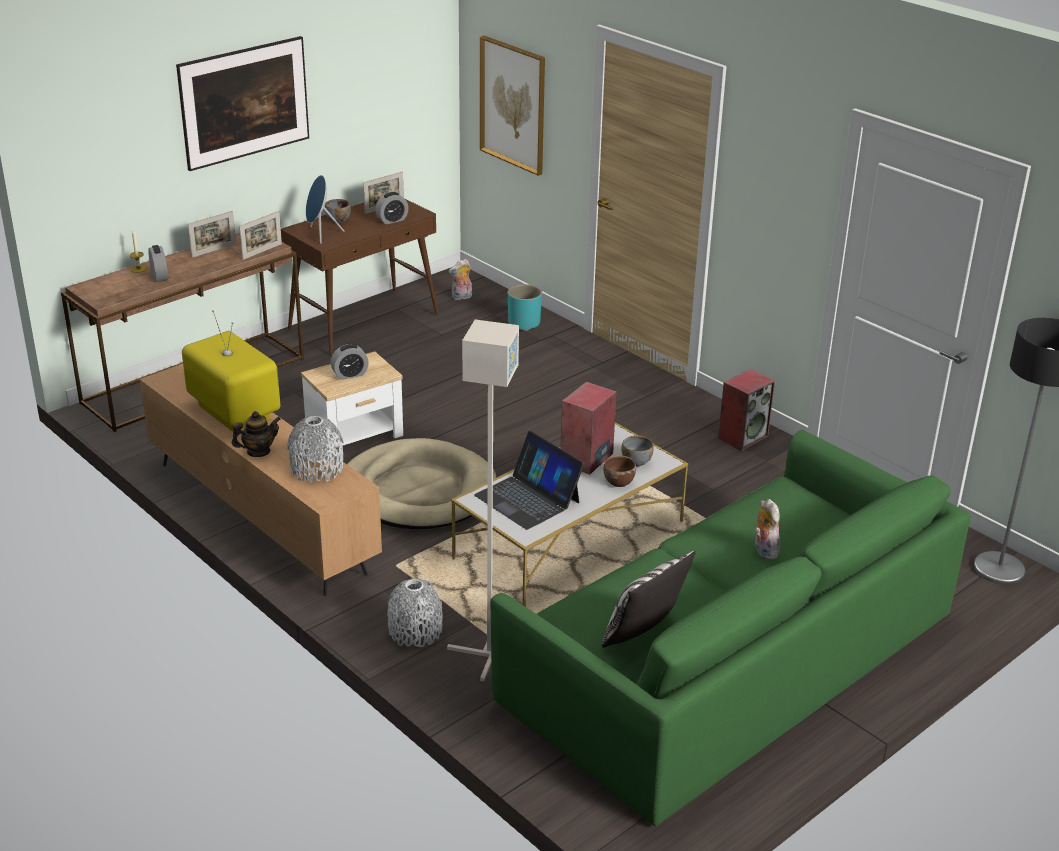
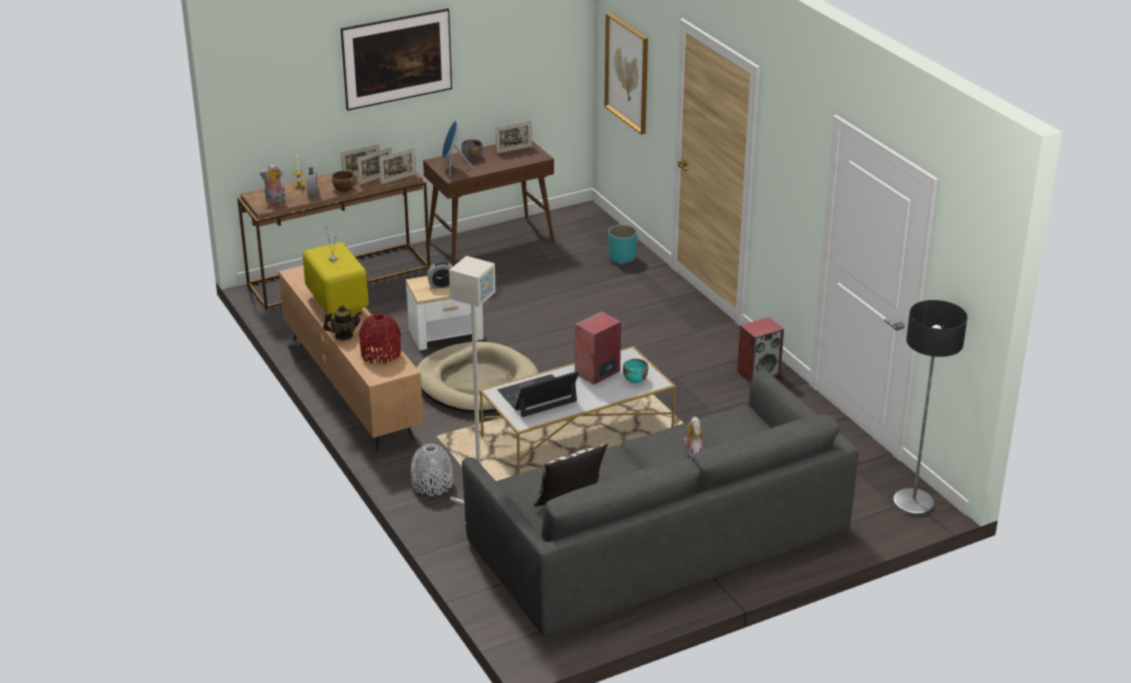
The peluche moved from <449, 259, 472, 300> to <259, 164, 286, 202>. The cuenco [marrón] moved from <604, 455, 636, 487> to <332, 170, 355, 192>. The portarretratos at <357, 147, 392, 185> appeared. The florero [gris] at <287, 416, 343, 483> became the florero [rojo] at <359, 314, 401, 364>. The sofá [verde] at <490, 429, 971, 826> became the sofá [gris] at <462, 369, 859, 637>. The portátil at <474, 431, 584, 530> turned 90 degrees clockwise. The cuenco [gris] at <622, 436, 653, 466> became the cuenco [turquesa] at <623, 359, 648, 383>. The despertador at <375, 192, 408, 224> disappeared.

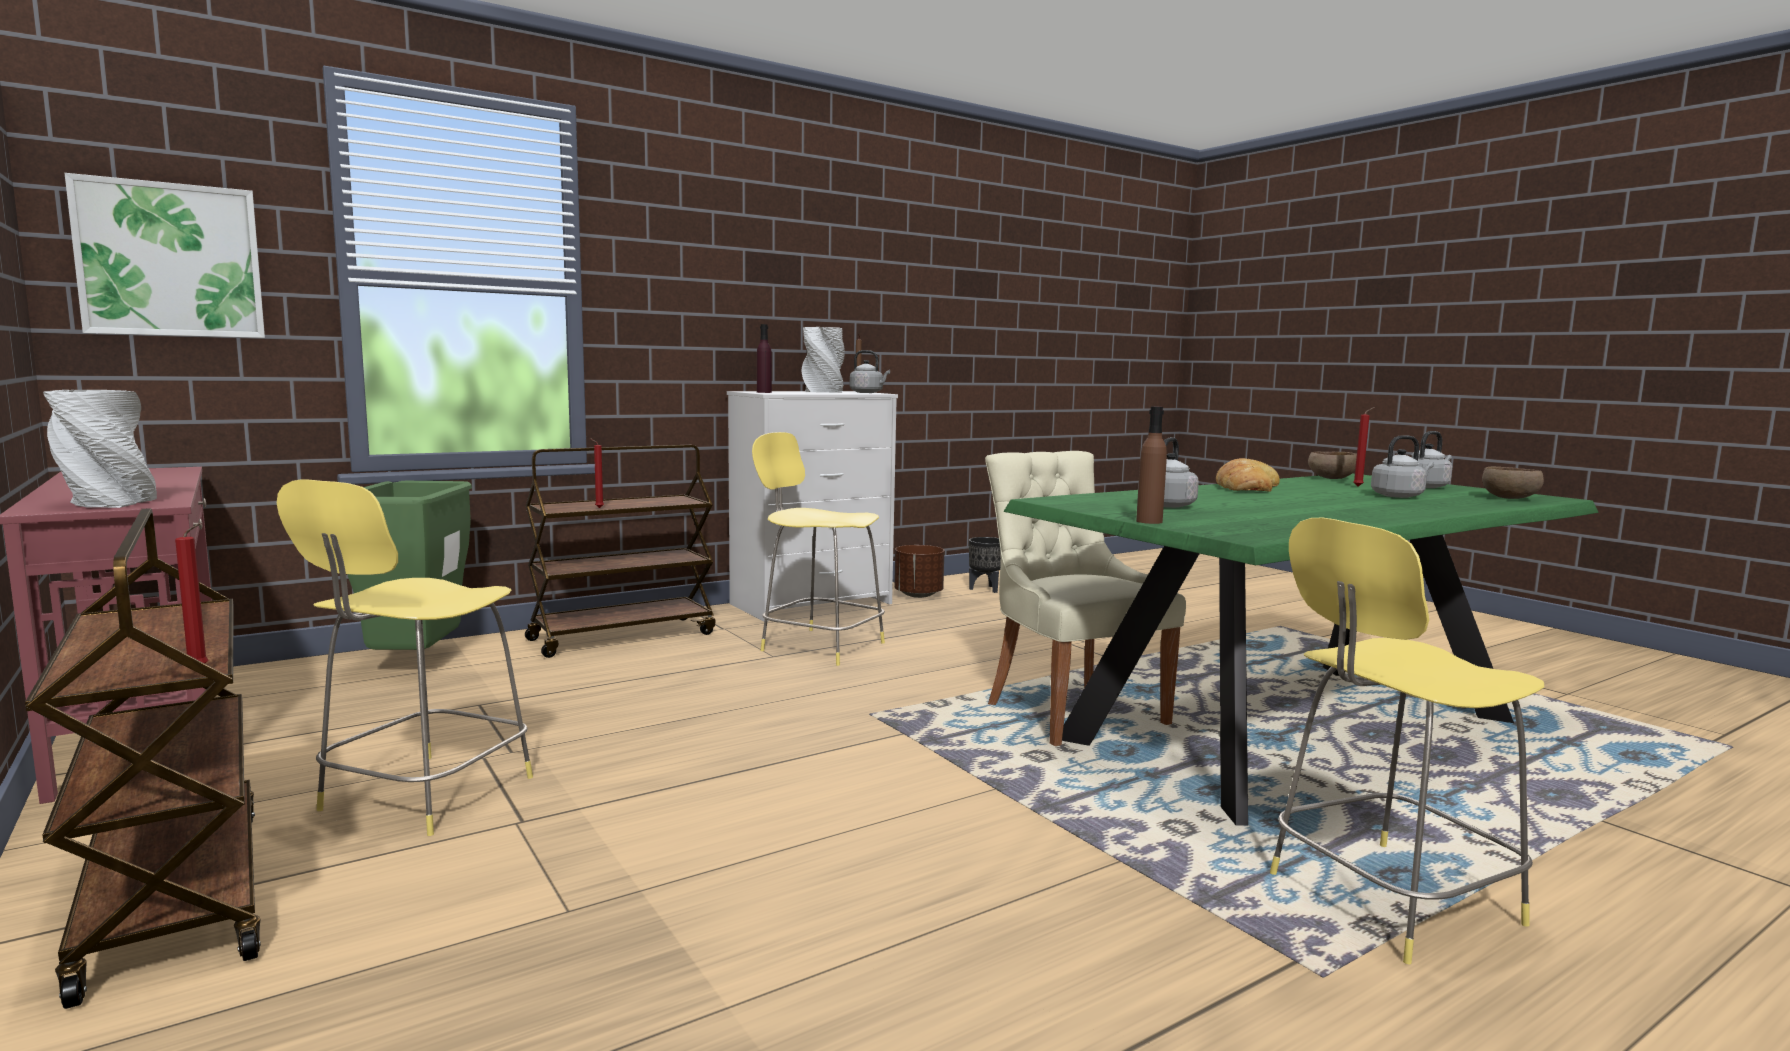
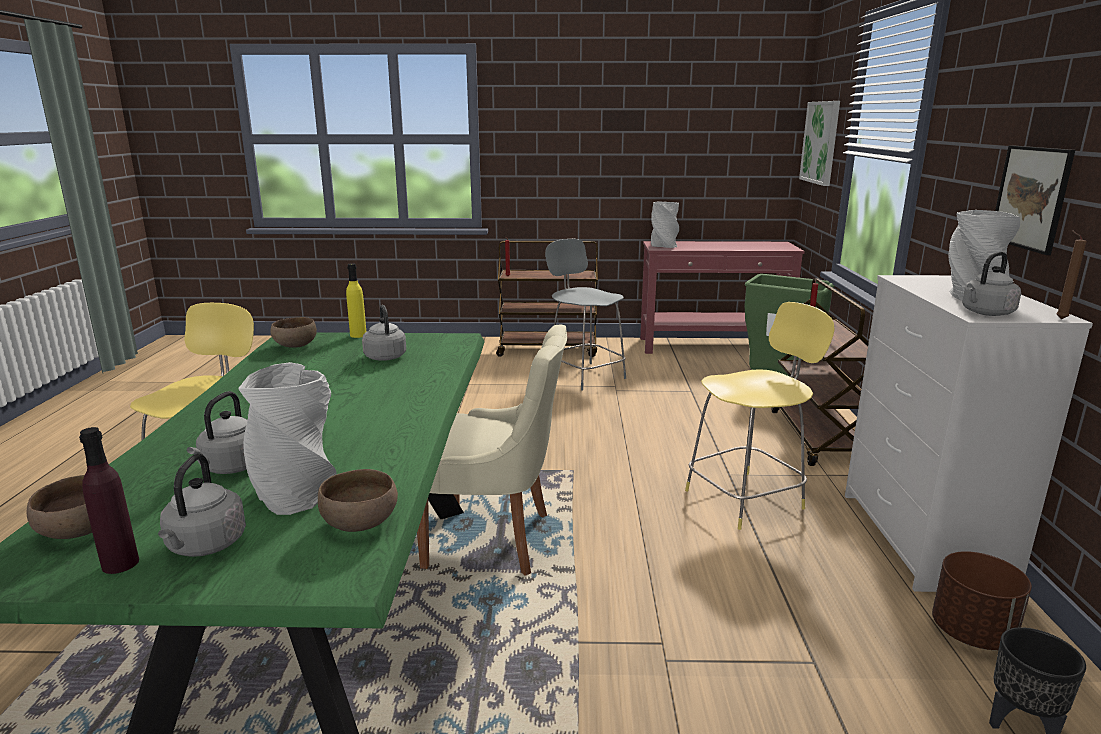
The botella [morado] moved from <757, 324, 772, 393> to <79, 427, 139, 574>. The vela [rojo] at <1353, 407, 1375, 486> was replaced by the florero [gris] at <238, 362, 336, 515>. The cuenco [marrón] at <270, 317, 317, 348> appeared. The botella [marrón] at <1136, 406, 1167, 524> became the botella [amarillo] at <346, 263, 366, 338>. The taburete [amarillo] at <277, 479, 533, 836> became the taburete [gris] at <545, 239, 626, 391>. The cuadro at <995, 145, 1075, 255> appeared. The pan at <1216, 458, 1280, 492> disappeared.

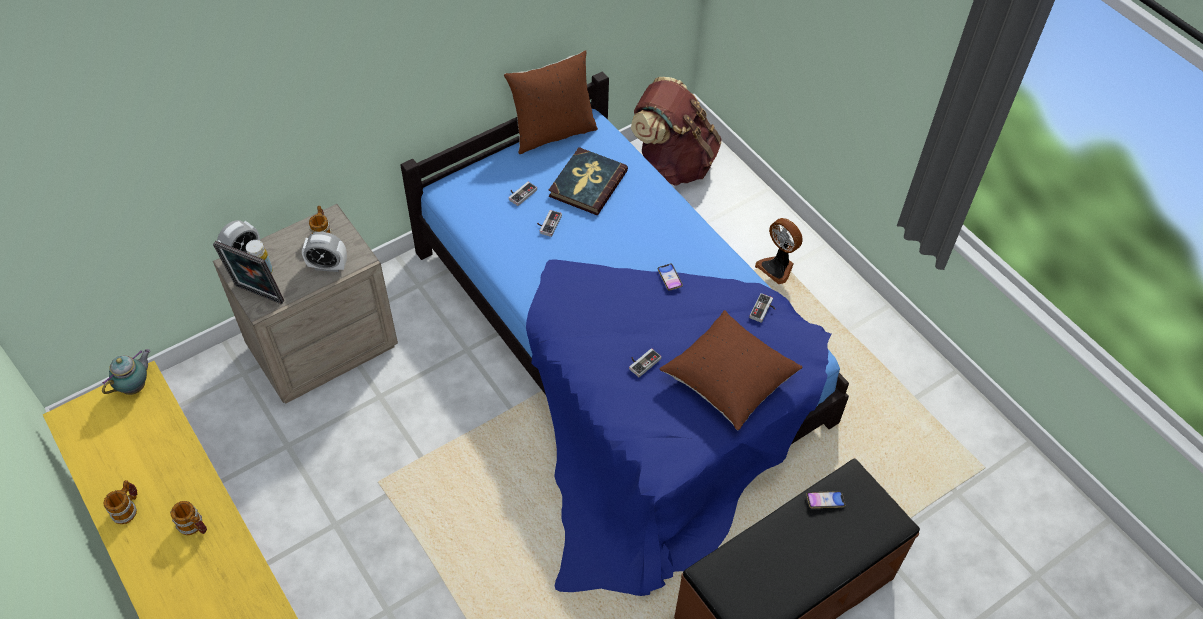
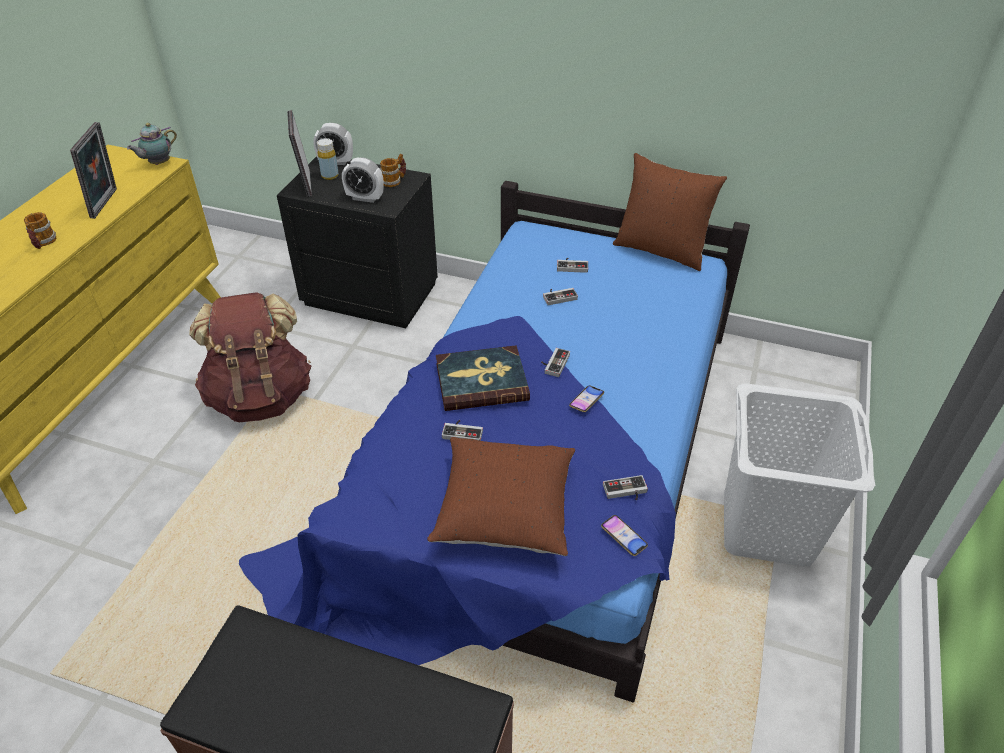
The portarretratos at <70, 122, 117, 219> appeared. The tetera at <102, 349, 150, 395> turned 135 degrees clockwise. The mochila [marrón] moved from <631, 77, 722, 186> to <189, 292, 311, 422>. The mesita de noche [beis] at <213, 204, 398, 404> became the mesita de noche [negro] at <277, 156, 438, 328>. The despertador at <302, 232, 347, 272> turned 45 degrees counterclockwise. The libro moved from <549, 147, 628, 215> to <436, 345, 530, 411>. The mando de consola at <541, 348, 570, 377> appeared. The móvil moved from <806, 491, 845, 508> to <601, 515, 648, 556>. The ventilador at <755, 218, 803, 284> was replaced by the cesto de la ropa [blanco] at <724, 383, 875, 567>. The taza grande at <104, 480, 137, 524> disappeared.

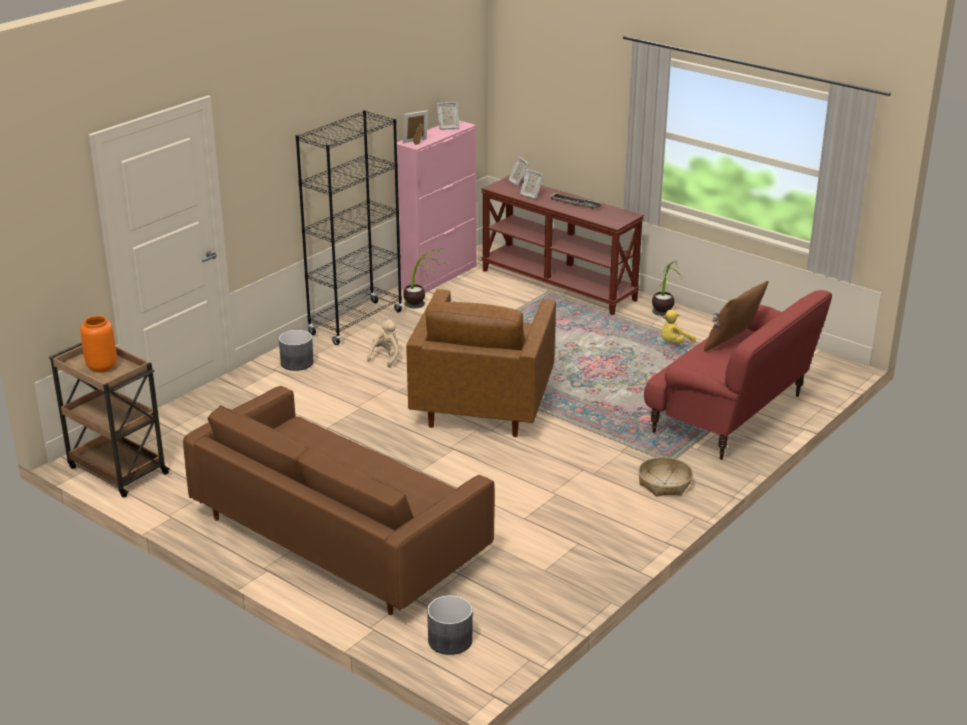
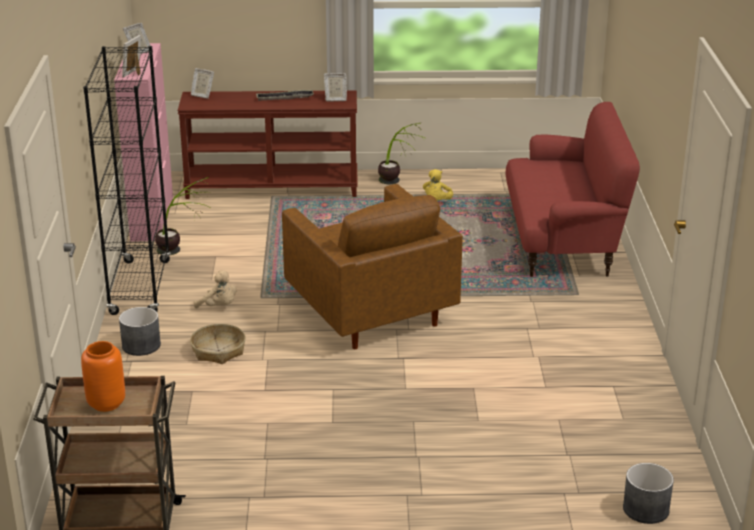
The cesta moved from <638, 457, 693, 497> to <190, 324, 246, 364>. The peluche [beis] at <367, 320, 399, 368> turned 135 degrees clockwise. The portarretratos moved from <520, 169, 544, 199> to <324, 73, 347, 102>. The sofá [marrón] at <183, 386, 495, 615> disappeared. The cojín [marrón] at <704, 281, 768, 351> disappeared.

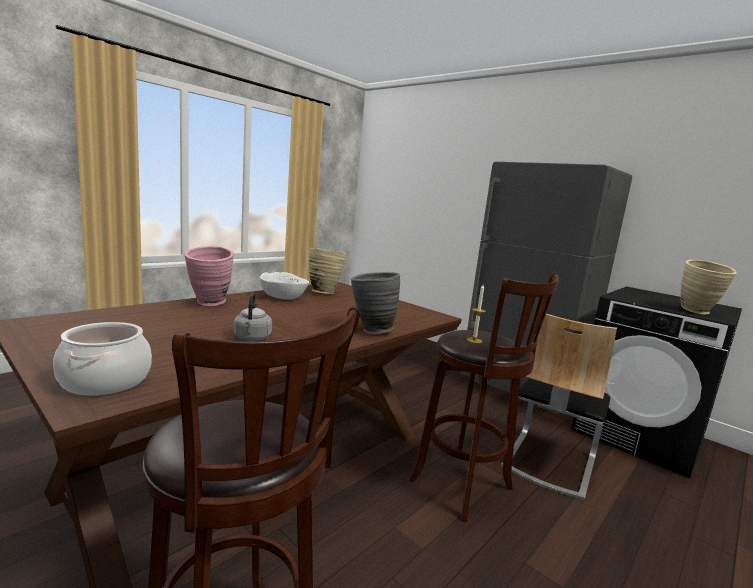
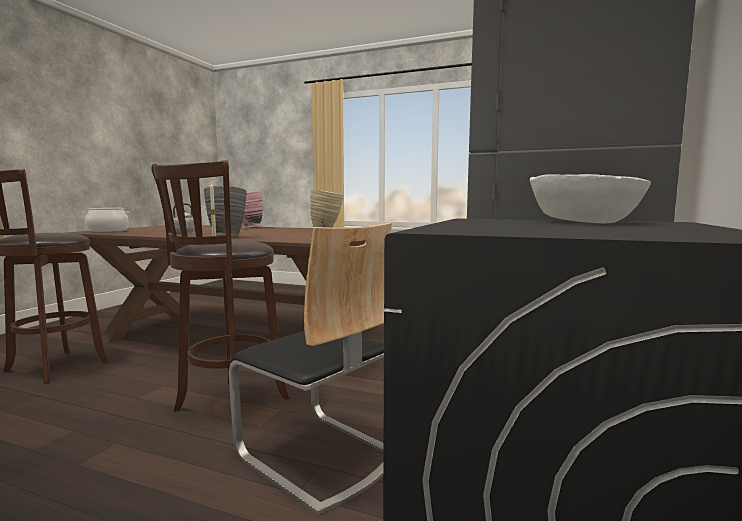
The silla at <501, 314, 617, 500> turned 150 degrees counterclockwise. The cuenco [blanco] moved from <259, 272, 309, 300> to <530, 174, 651, 223>. The florero [beis] at <680, 260, 737, 314> disappeared.

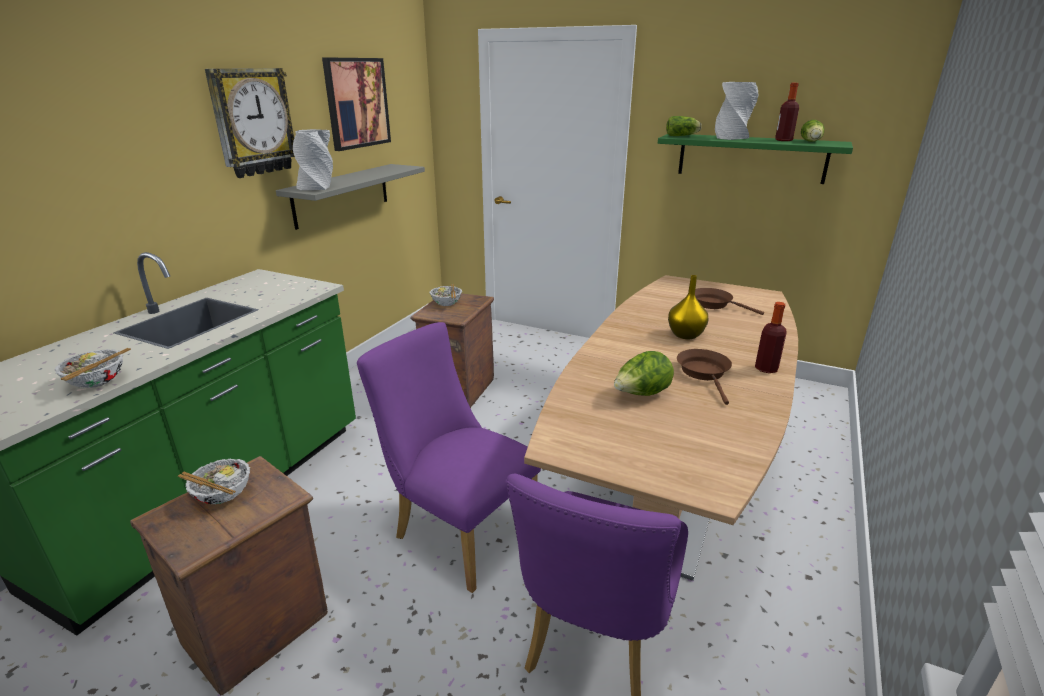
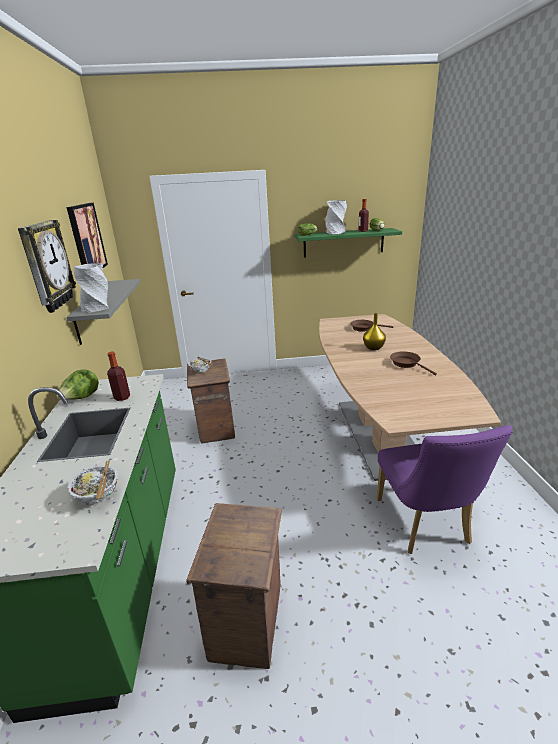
The lechuga moved from <614, 351, 674, 396> to <57, 369, 99, 400>. The botella moved from <755, 302, 787, 373> to <107, 351, 130, 401>. The cuenco at <178, 459, 250, 504> disappeared. The silla [morado] at <357, 322, 541, 593> disappeared.

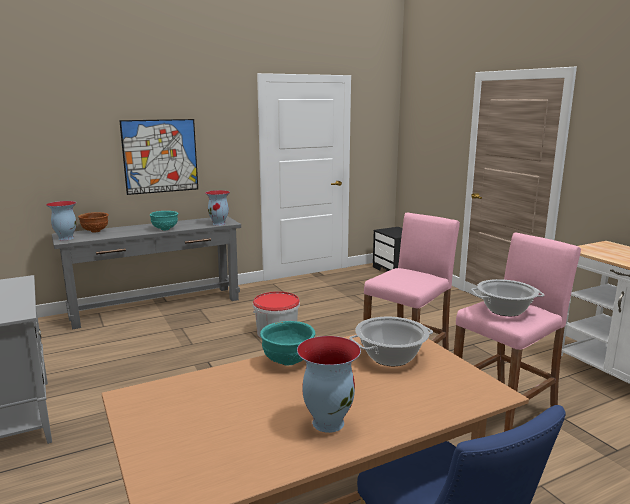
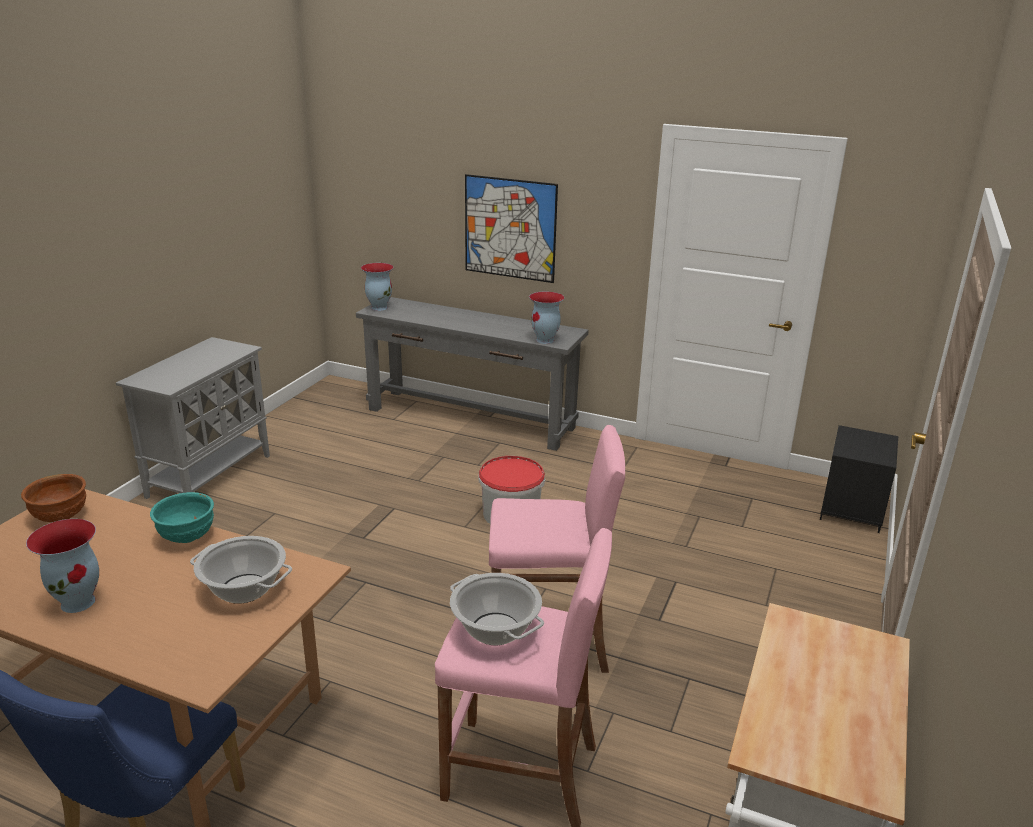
The cuenco [marrón] moved from <78, 212, 109, 232> to <21, 474, 86, 522>. The cuenco [turquesa] at <149, 211, 178, 230> disappeared.

